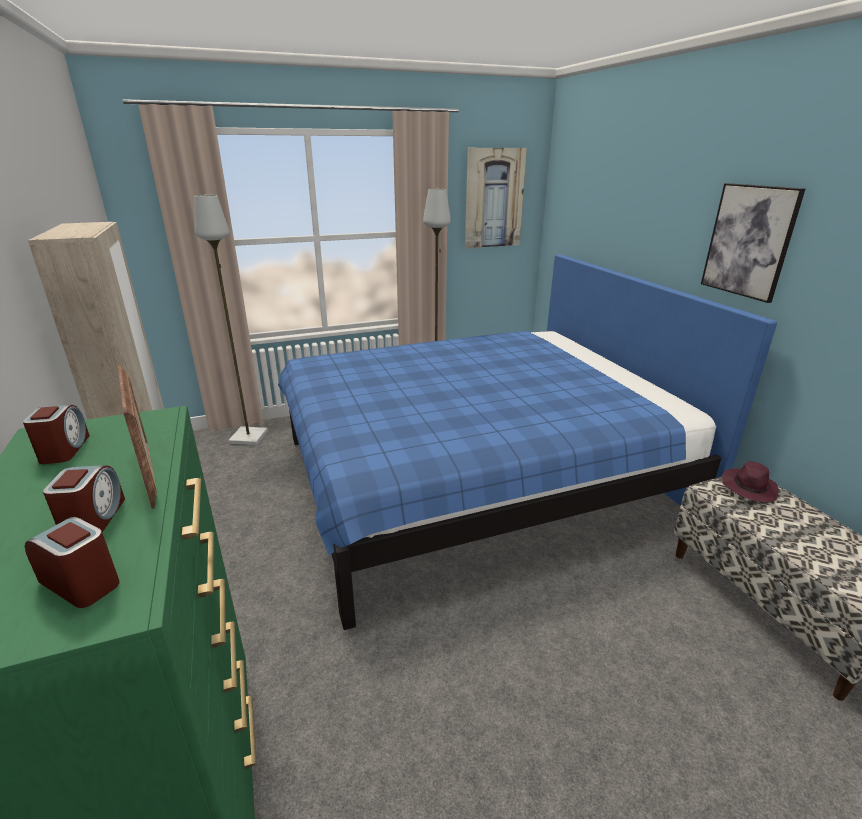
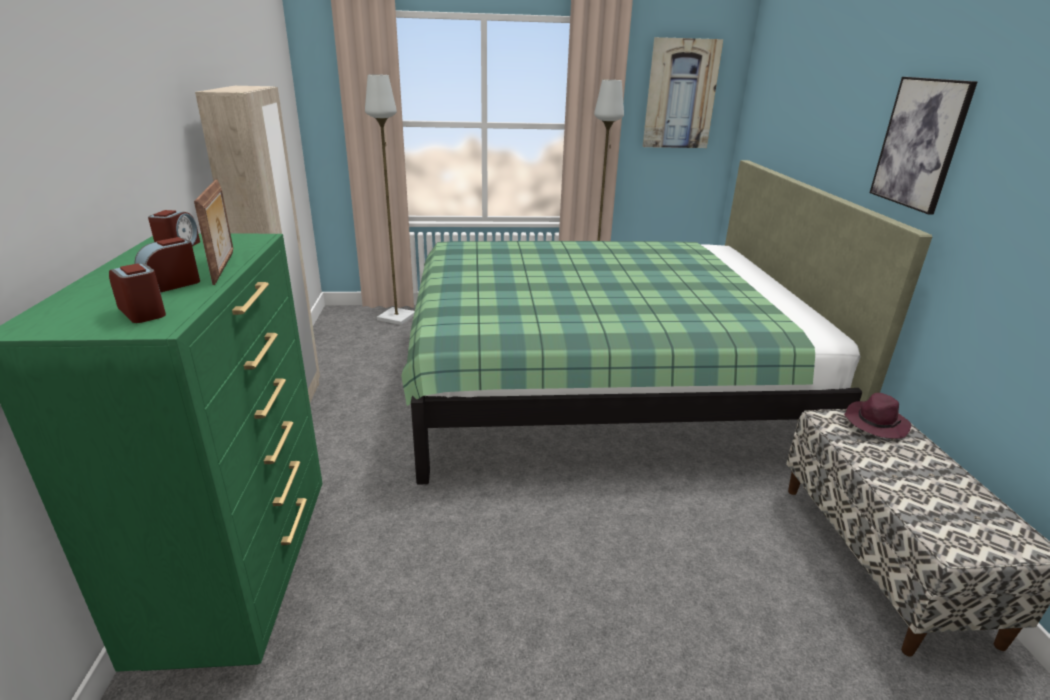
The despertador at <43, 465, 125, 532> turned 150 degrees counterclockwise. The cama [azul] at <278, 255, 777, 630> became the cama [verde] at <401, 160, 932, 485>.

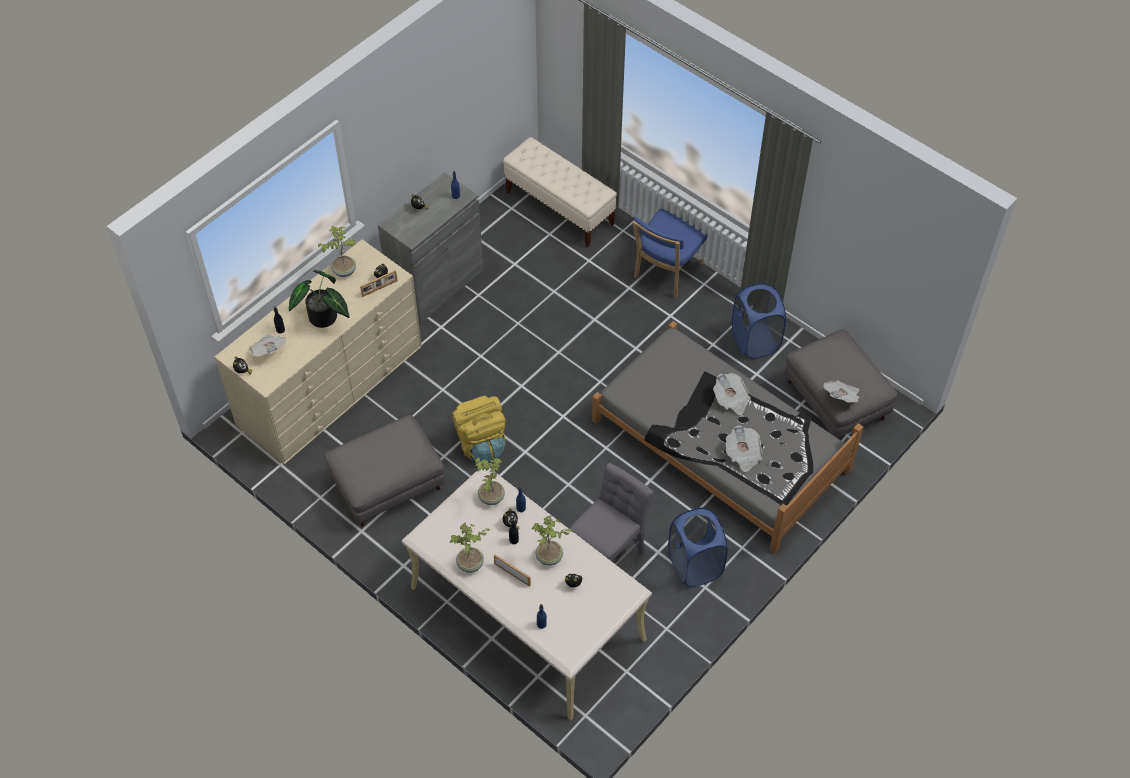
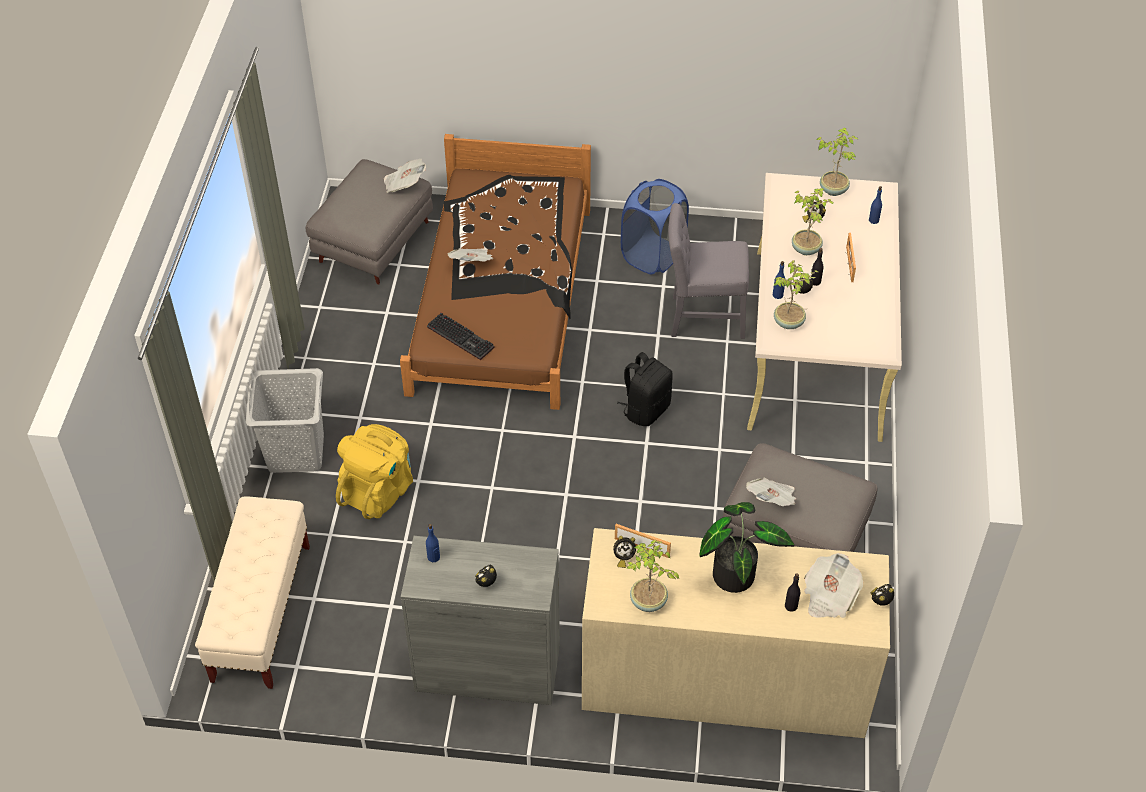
The silla [azul] at <633, 209, 708, 297> was replaced by the cesto de la ropa [gris] at <245, 368, 324, 473>. The mochila [amarillo] moved from <452, 395, 506, 462> to <336, 424, 413, 519>. The cama [gris] at <592, 321, 863, 554> became the cama [marrón] at <400, 134, 591, 410>. The teclado at <427, 313, 495, 360> appeared. The mochila [negro] at <617, 352, 673, 426> appeared. The periódico moved from <726, 425, 763, 472> to <746, 478, 796, 506>. The planta en maceta moved from <450, 523, 490, 573> to <816, 127, 858, 196>. The cesto de la ropa [azul] at <732, 283, 786, 359> disappeared.

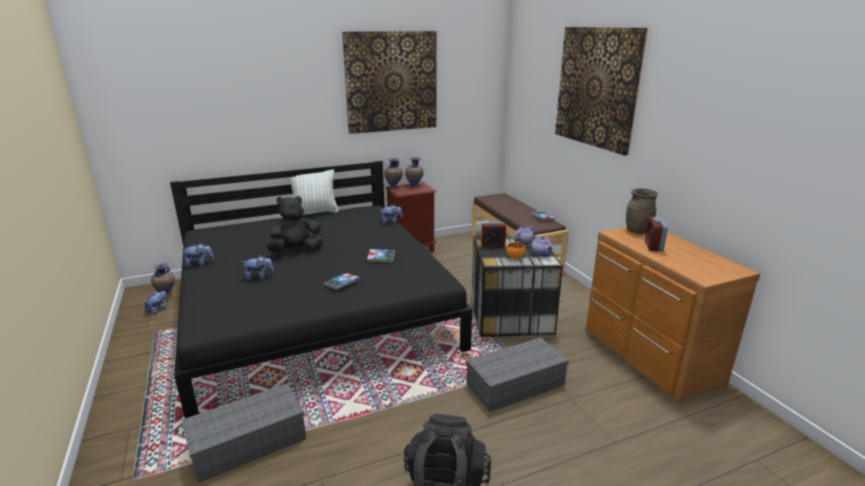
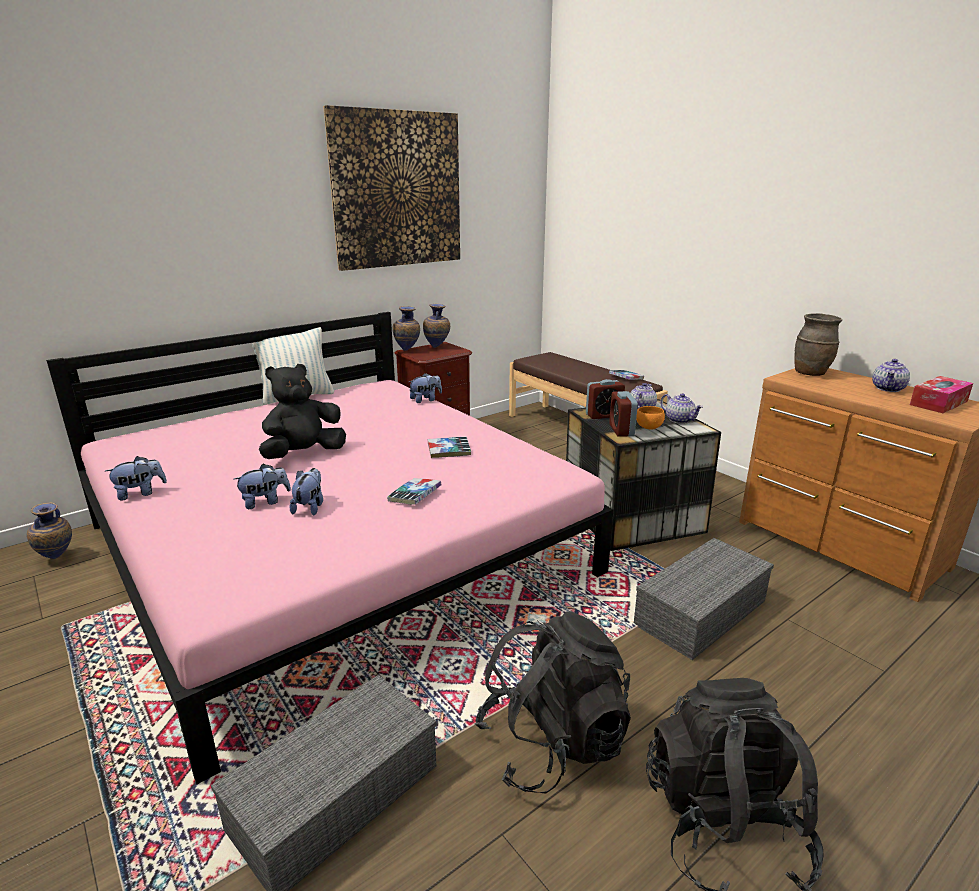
The cama [negro] at <170, 161, 472, 418> became the cama [rosa] at <46, 312, 614, 784>. The peluche moved from <144, 291, 168, 315> to <289, 468, 323, 516>. The mochila [negro] at <474, 611, 631, 793> appeared. The despertador moved from <645, 217, 668, 252> to <609, 391, 638, 437>. The tetera at <872, 359, 910, 392> appeared. The caja de pañuelos at <910, 376, 973, 413> appeared. The cuadro at <555, 27, 648, 156> disappeared.

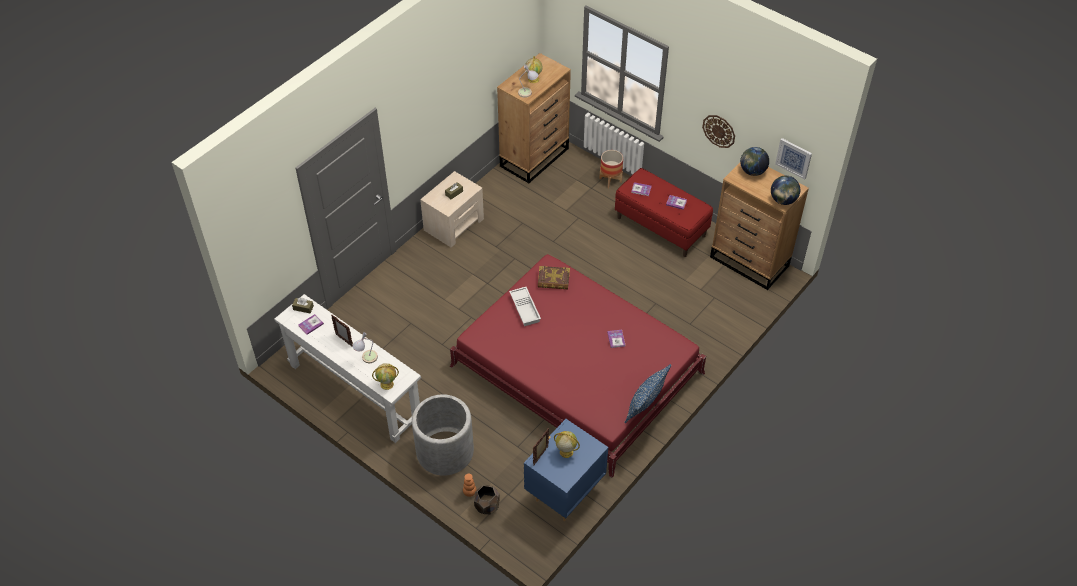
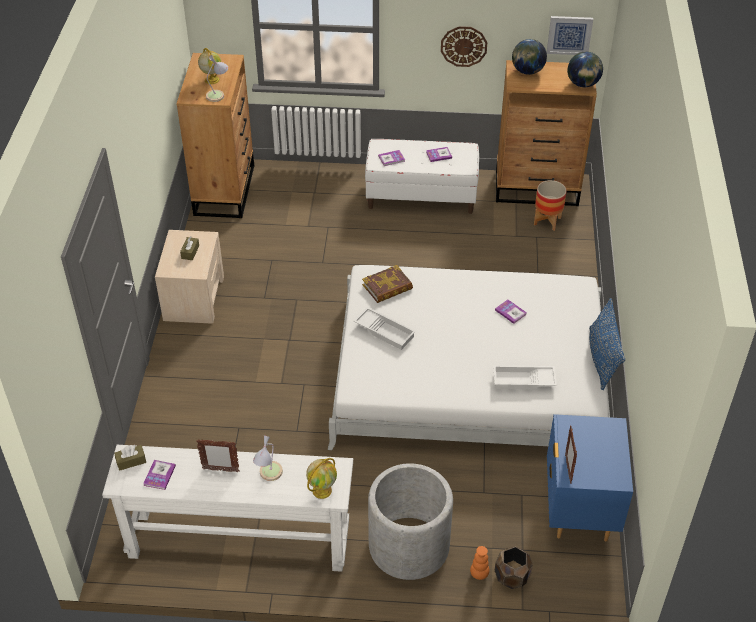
The cama [rojo] at <450, 254, 706, 478> became the cama [blanco] at <328, 265, 610, 450>. The banco [rojo] at <615, 168, 713, 257> became the banco [blanco] at <365, 139, 479, 214>. The bandeja [blanco] at <493, 365, 557, 390> appeared. The maceta moved from <599, 150, 623, 188> to <534, 180, 567, 231>. The globo terráqueo at <554, 431, 580, 458> disappeared.

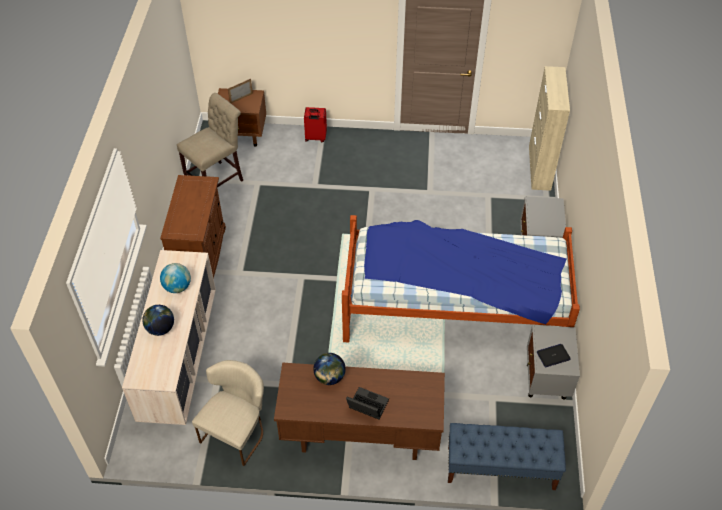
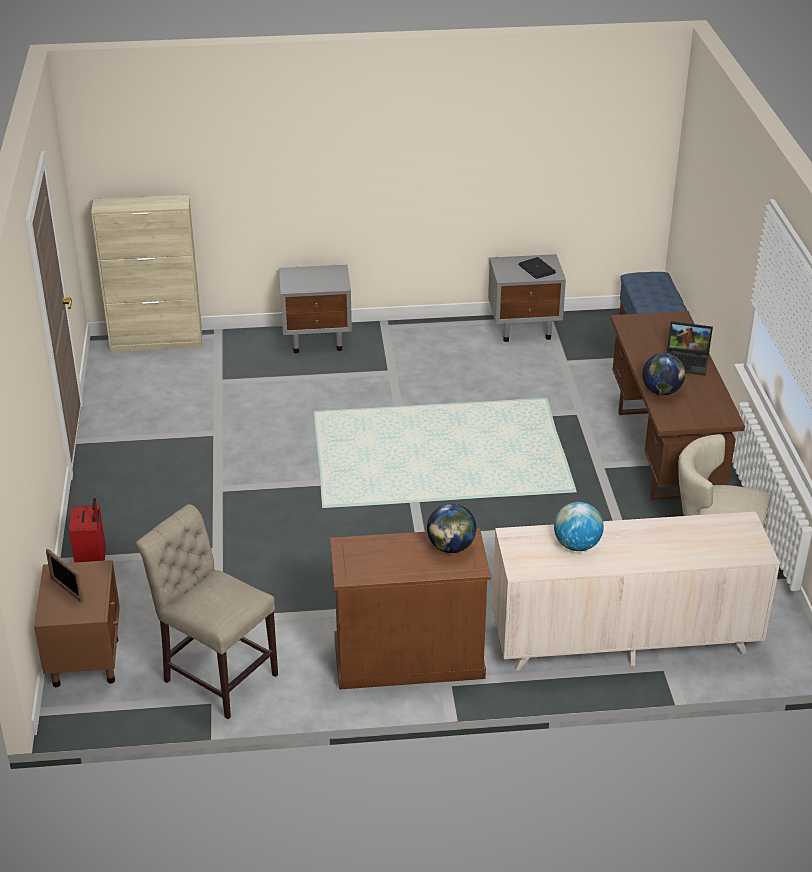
The globo terráqueo moved from <142, 305, 174, 336> to <427, 503, 476, 553>. The portátil at <346, 387, 389, 419> turned 90 degrees counterclockwise. The cama at <342, 215, 580, 342> disappeared.

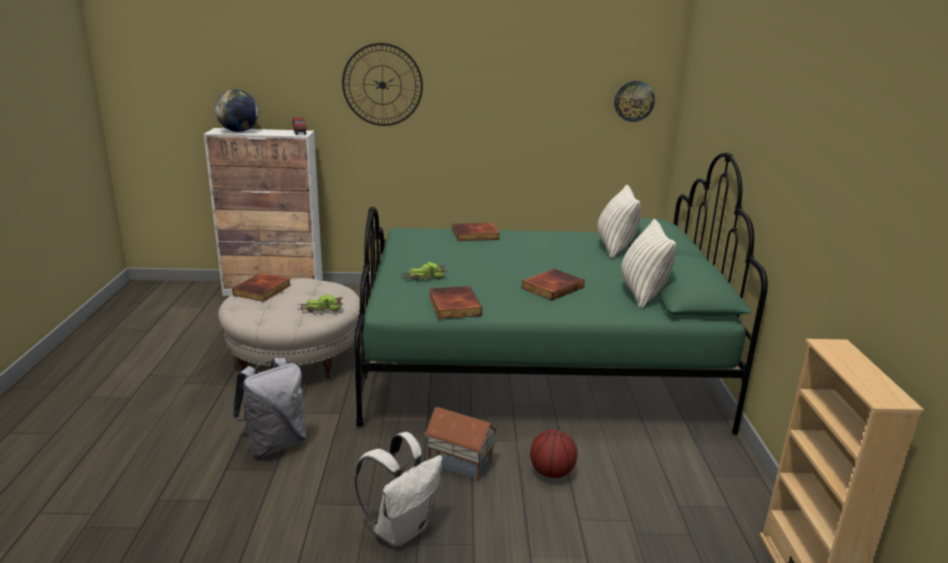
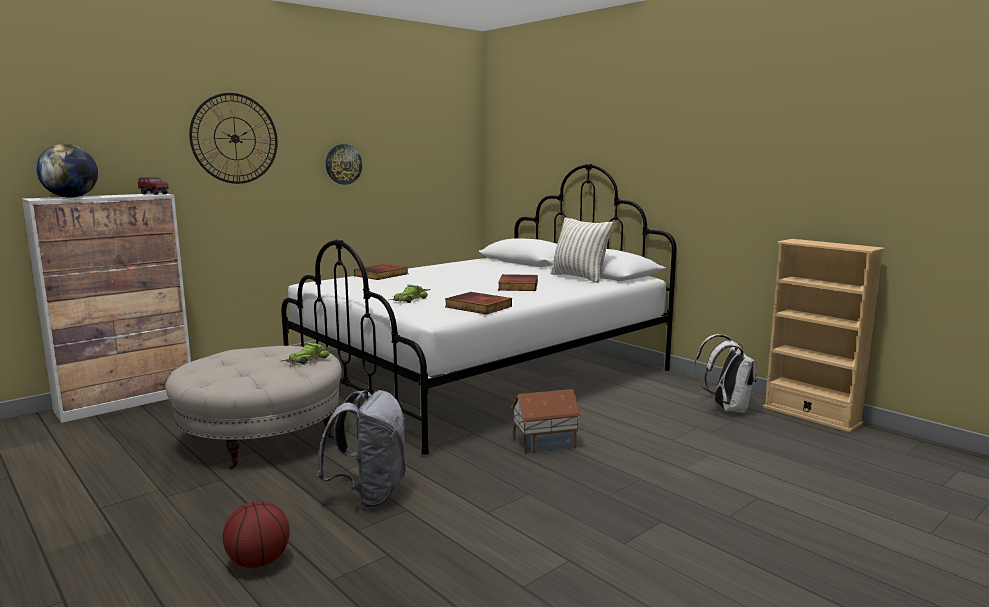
The balón de baloncesto moved from <530, 430, 577, 478> to <223, 501, 290, 568>. The cama [verde] at <354, 152, 768, 435> became the cama [blanco] at <281, 164, 677, 455>. The reloj de pared moved from <614, 81, 655, 122> to <326, 144, 362, 185>. The mochila [blanco] moved from <355, 432, 443, 547> to <694, 334, 757, 413>. The libro at <232, 273, 291, 302> disappeared. The cojín at <597, 185, 641, 258> disappeared.

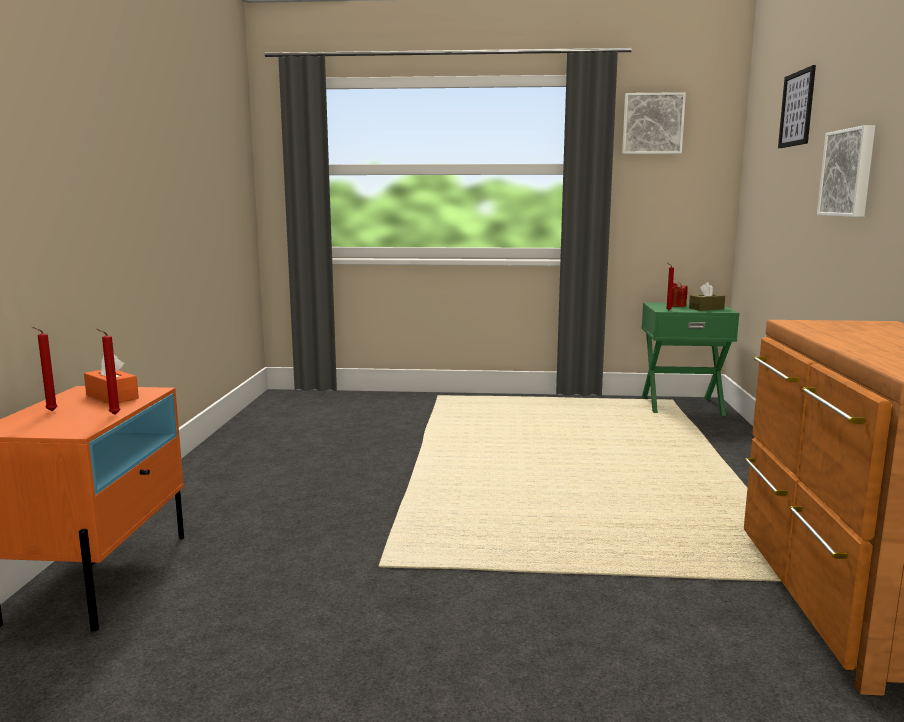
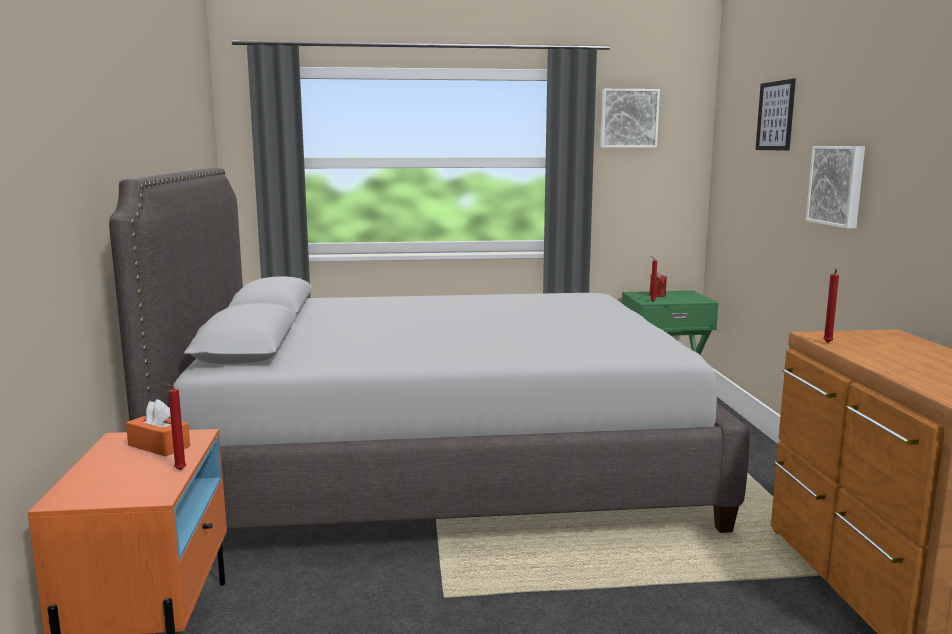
The cama [gris] at <109, 167, 750, 533> appeared. The vela [rojo] moved from <32, 327, 58, 411> to <823, 268, 839, 343>. The caja de pañuelos [marrón] at <689, 282, 725, 311> disappeared.

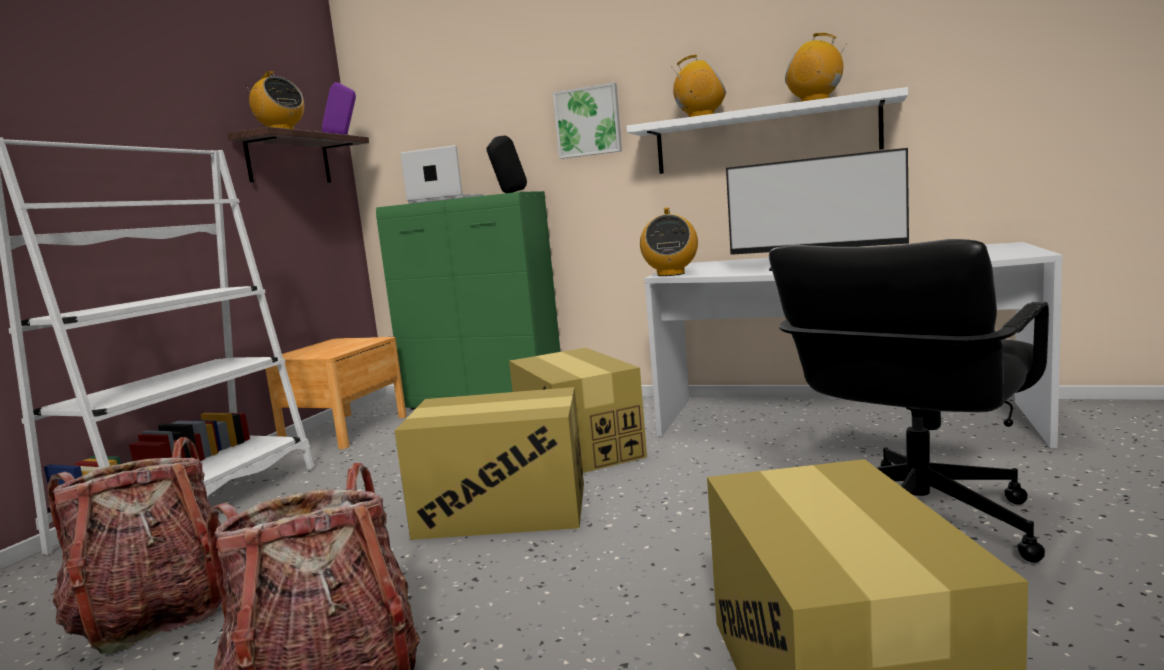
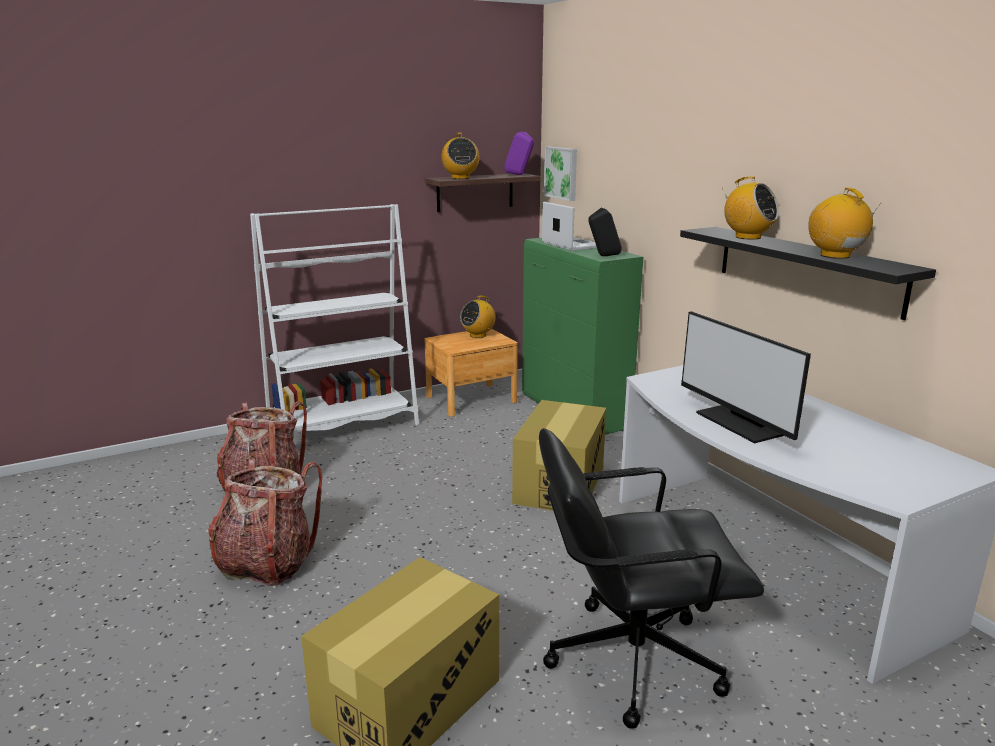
The radio moved from <640, 207, 698, 276> to <460, 295, 496, 338>. The cuadro moved from <553, 83, 622, 159> to <544, 147, 577, 201>. The estante [blanco] at <627, 87, 908, 174> became the estante [negro] at <680, 227, 936, 320>. The caja de cartón at <394, 387, 584, 540> disappeared.

